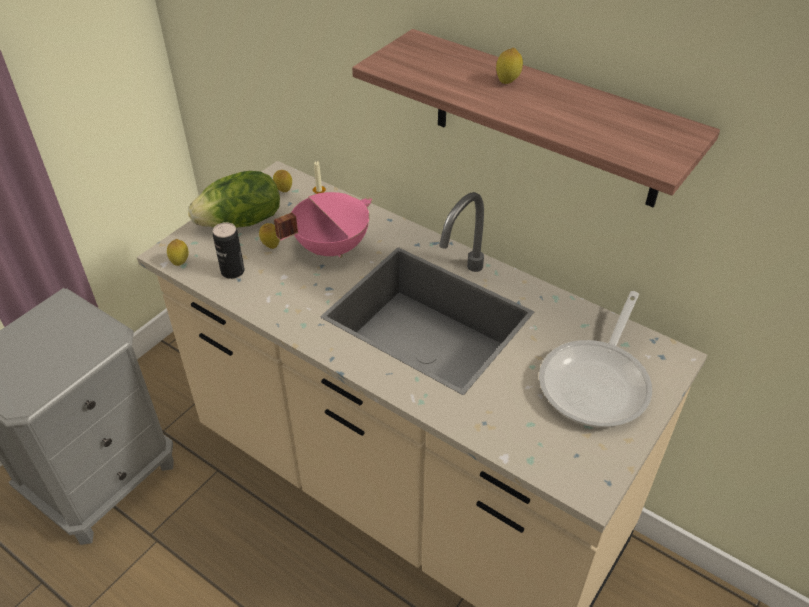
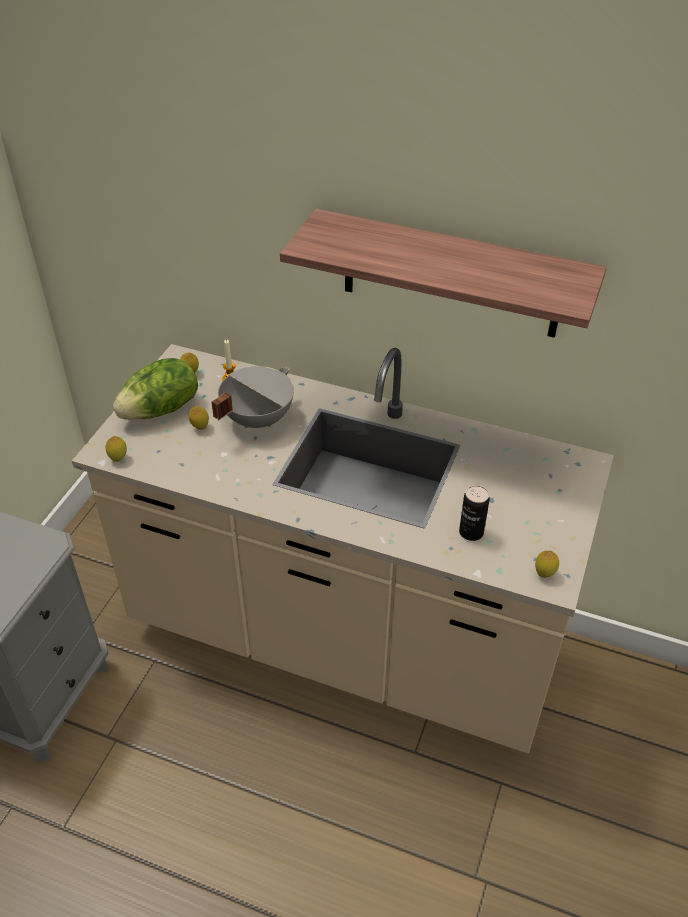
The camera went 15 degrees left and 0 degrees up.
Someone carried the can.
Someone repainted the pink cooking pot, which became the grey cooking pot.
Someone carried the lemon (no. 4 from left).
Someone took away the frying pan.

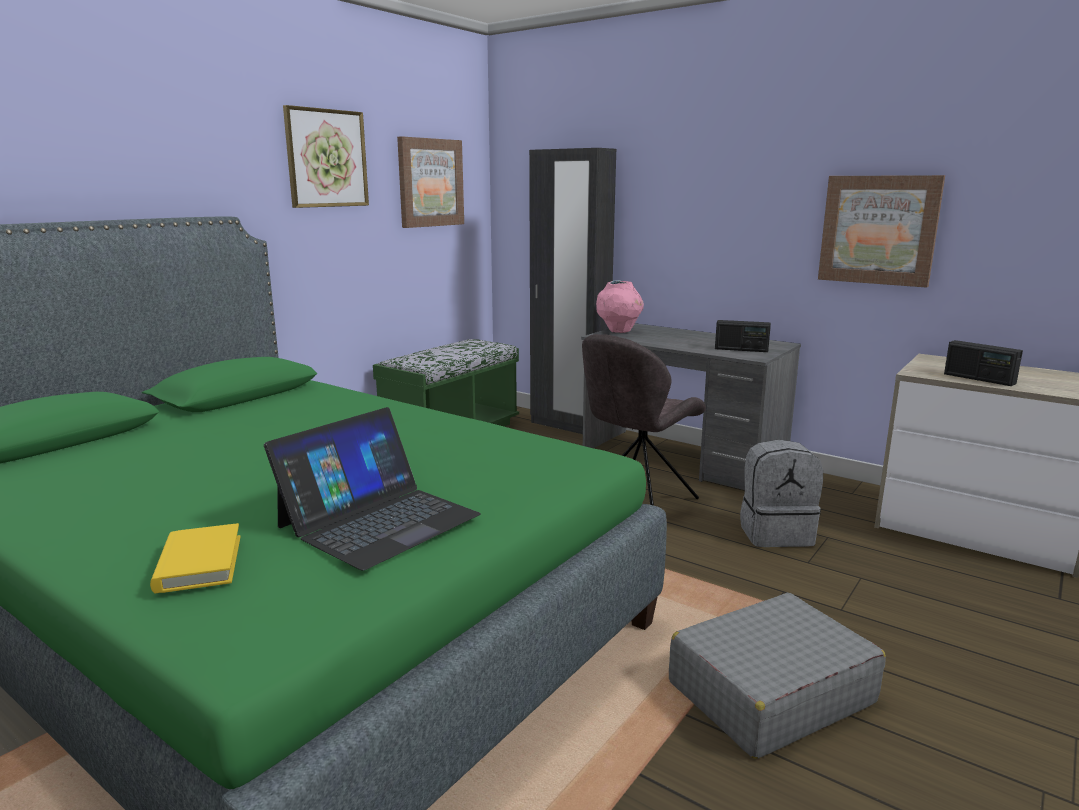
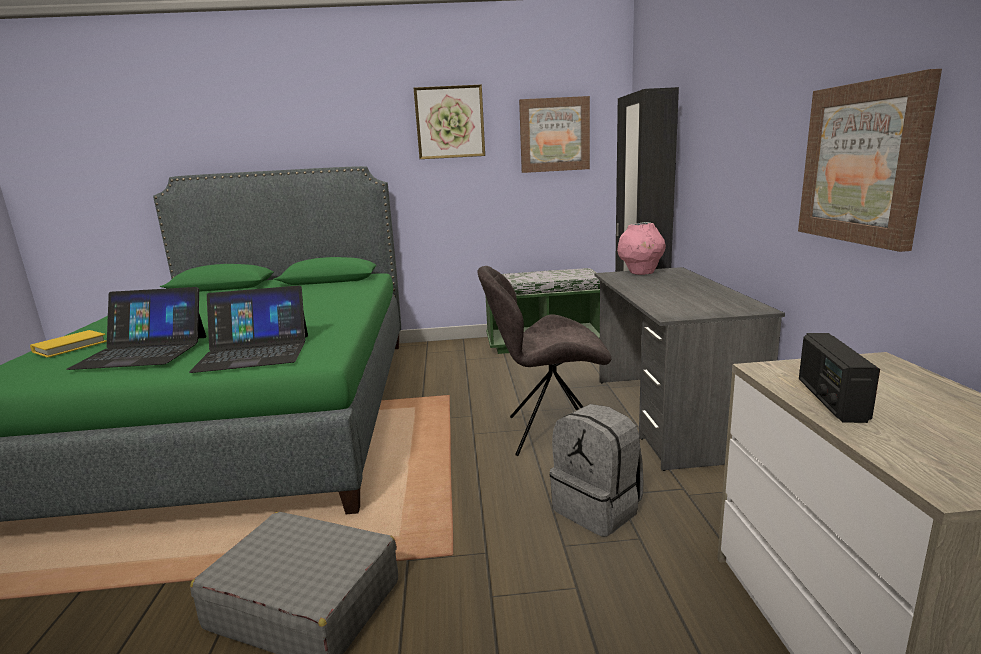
The camera went 50 degrees right and 0 degrees up.
Someone took away the radio (no. 1 from left).
Someone put down the laptop (no. 2 from left).

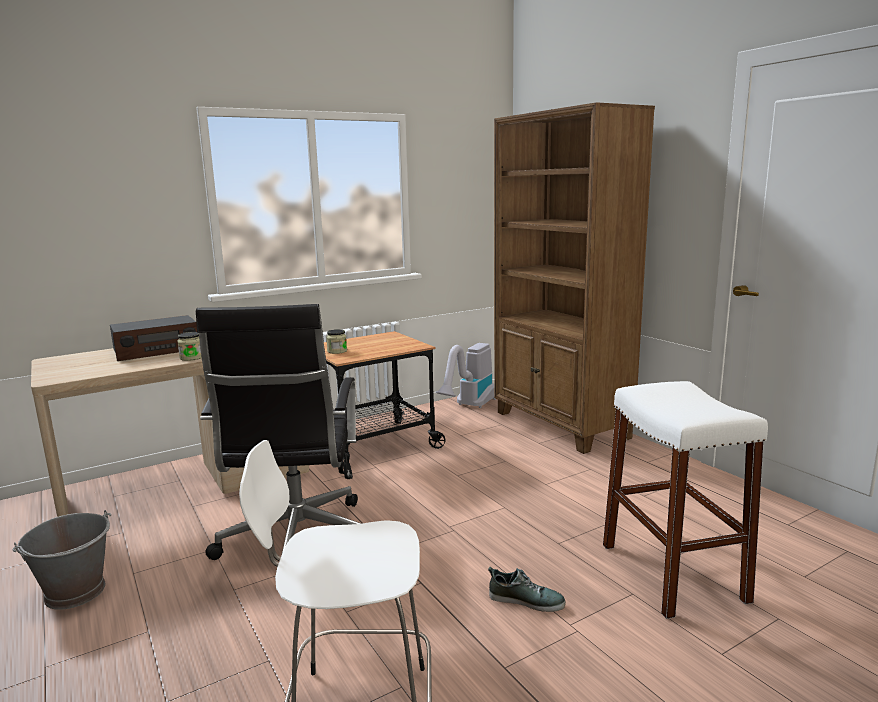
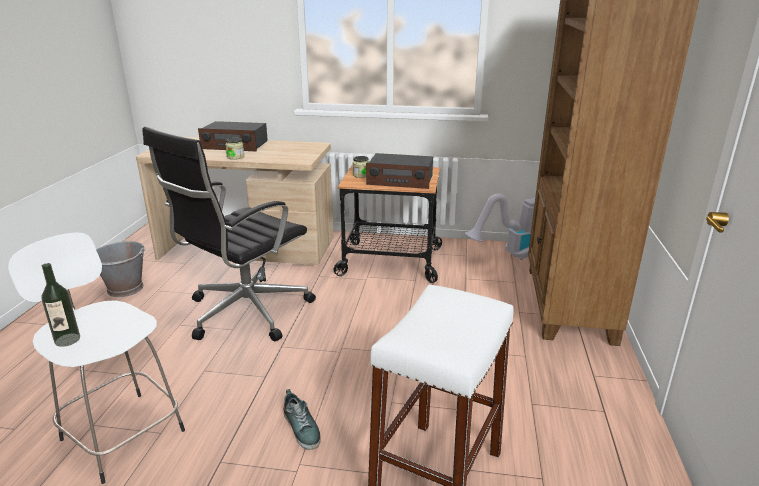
The camera went 40 degrees right and 10 degrees up.
Someone put down the bottle.
Someone put down the radio (no. 2 from left).

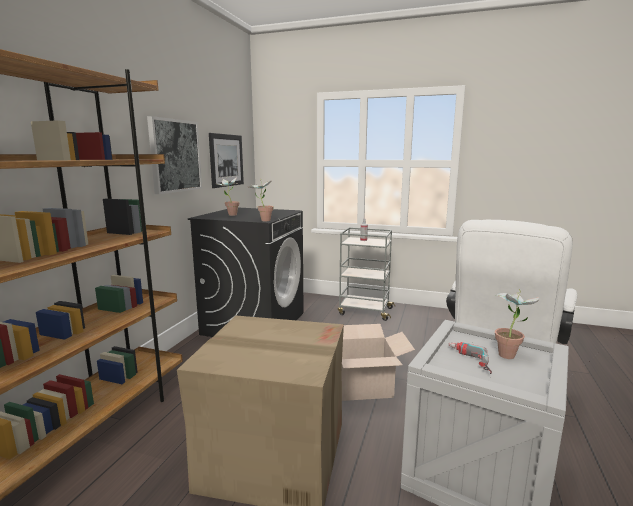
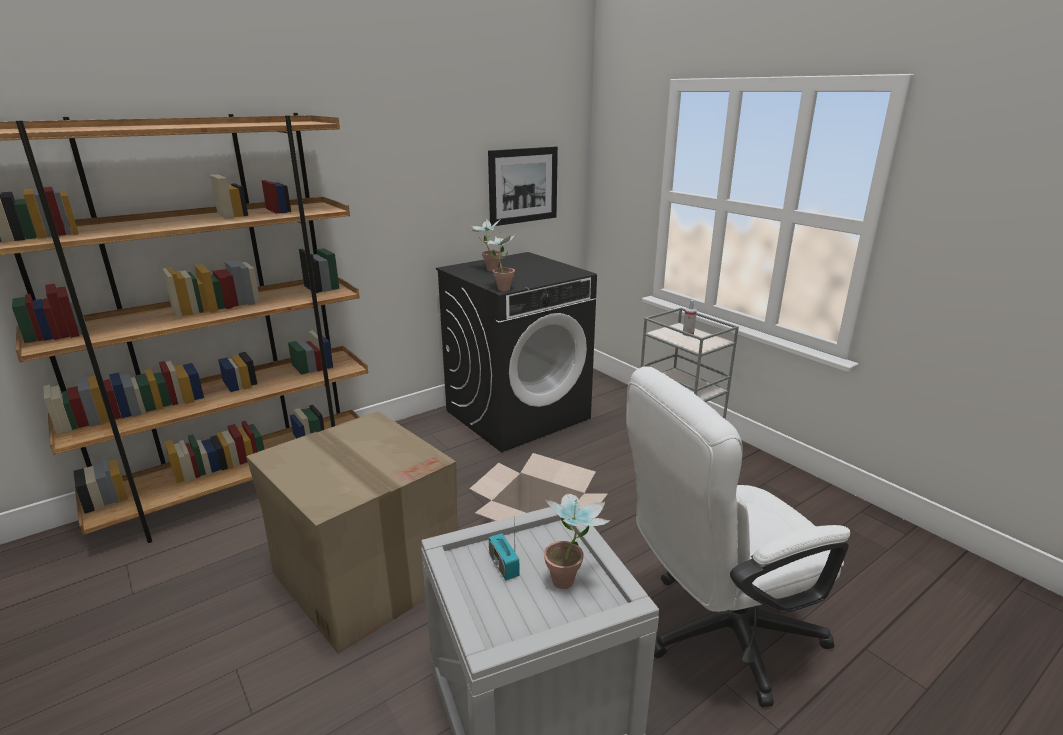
The camera went 35 degrees right and 10 degrees up.
Someone took away the picture (no. 1 from left).
Someone swapped the power drill for the radio.

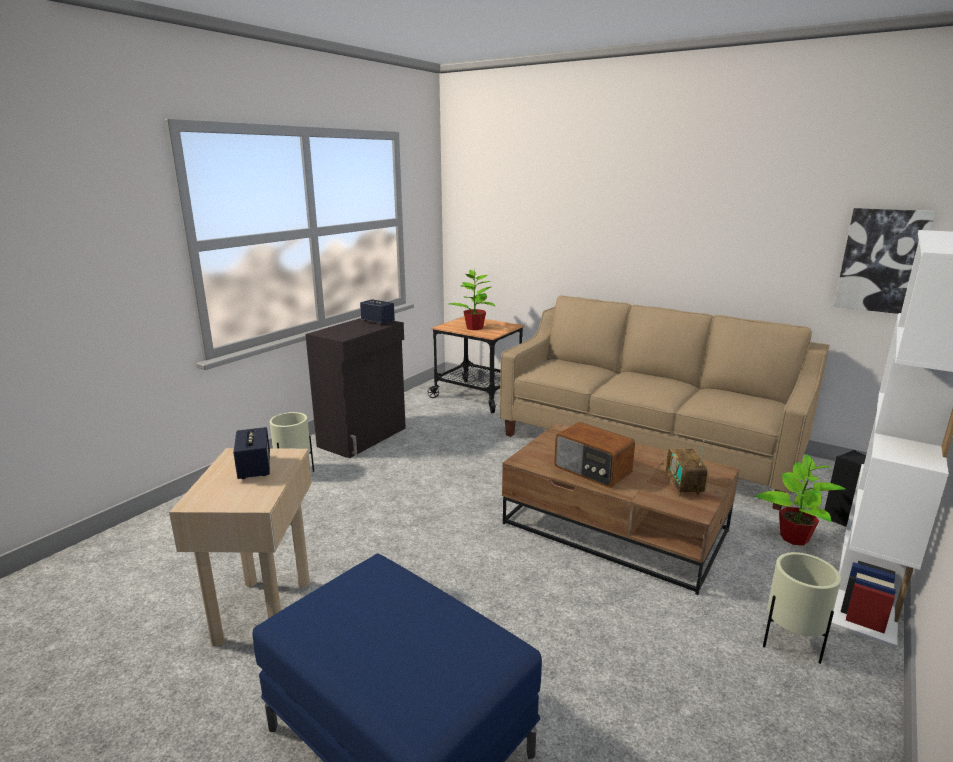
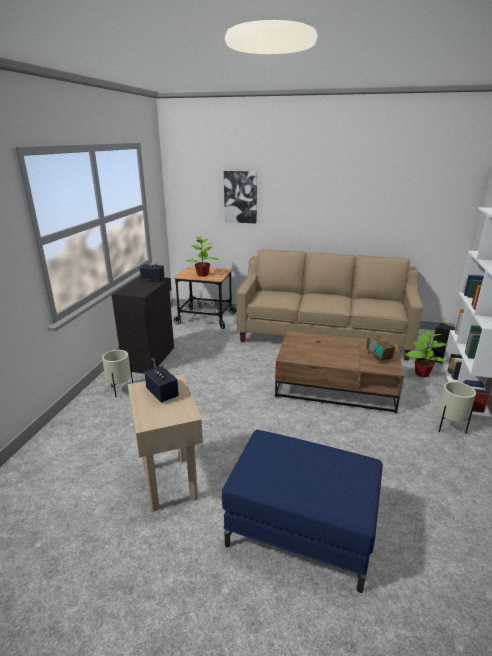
The camera went 20 degrees left and 5 degrees up.
Someone took away the radio (no. 1 from left).
Someone carried the picture.

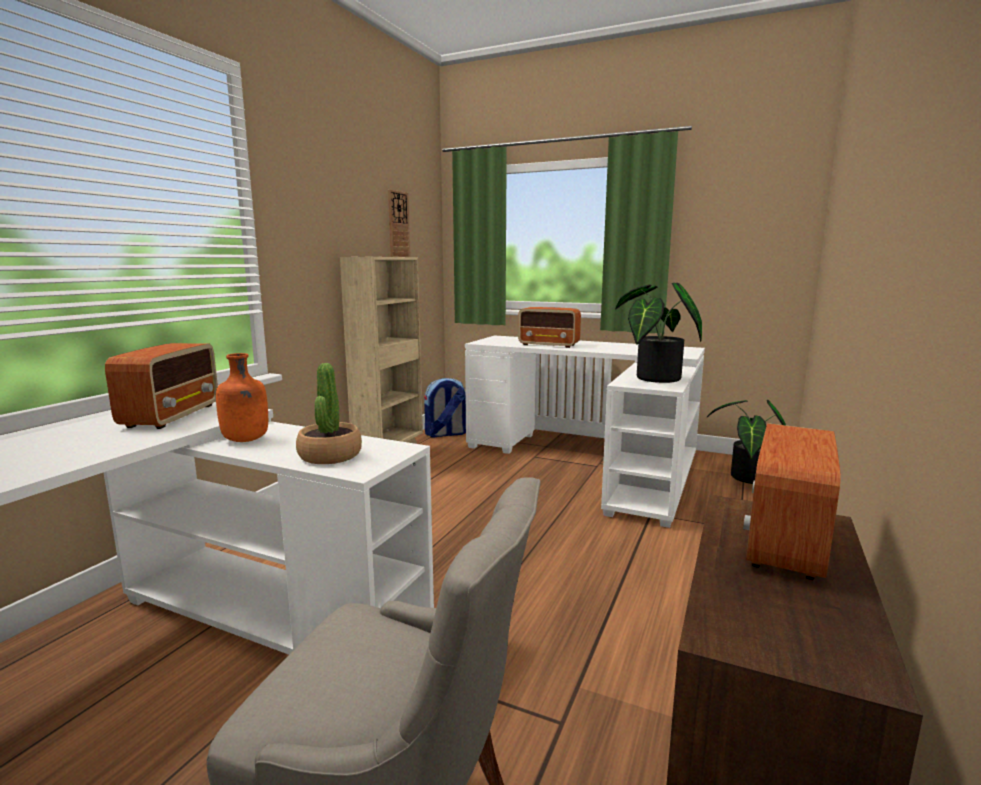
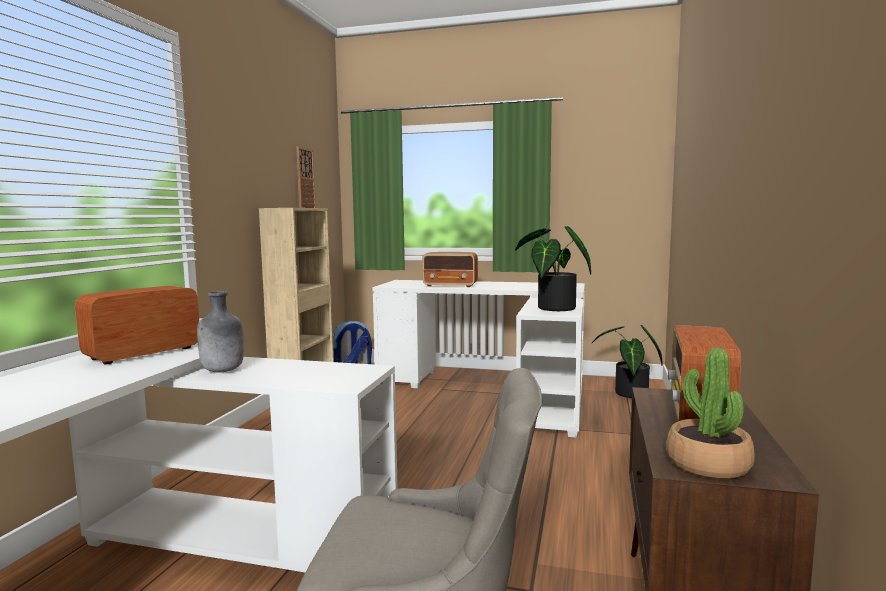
The camera went 10 degrees left and 5 degrees down.
Someone rotated the radio (no. 1 from left) by 135 degrees counterclockwise.
Someone repainted the orange bottle, which became the grey bottle.
Someone carried the potted plant (no. 1 from left in the first image).

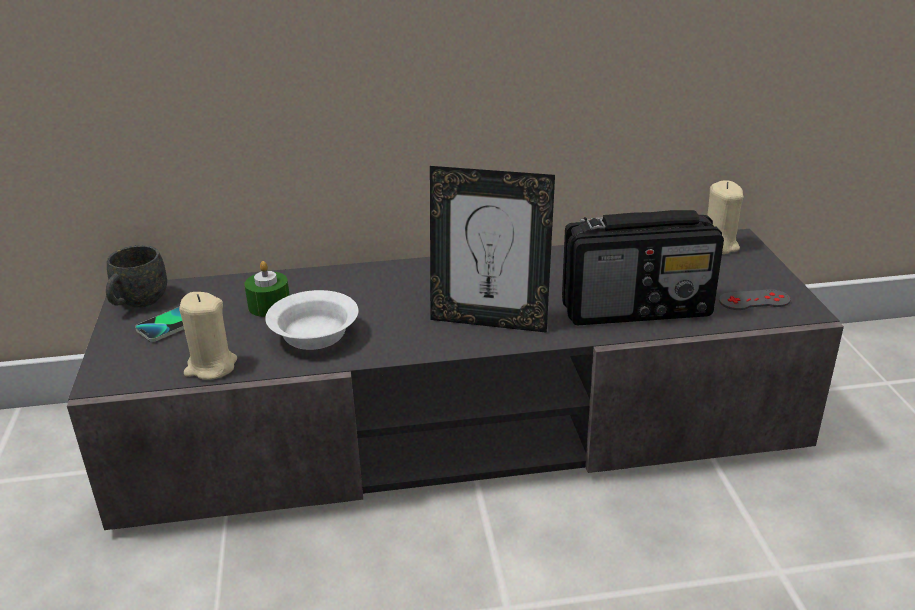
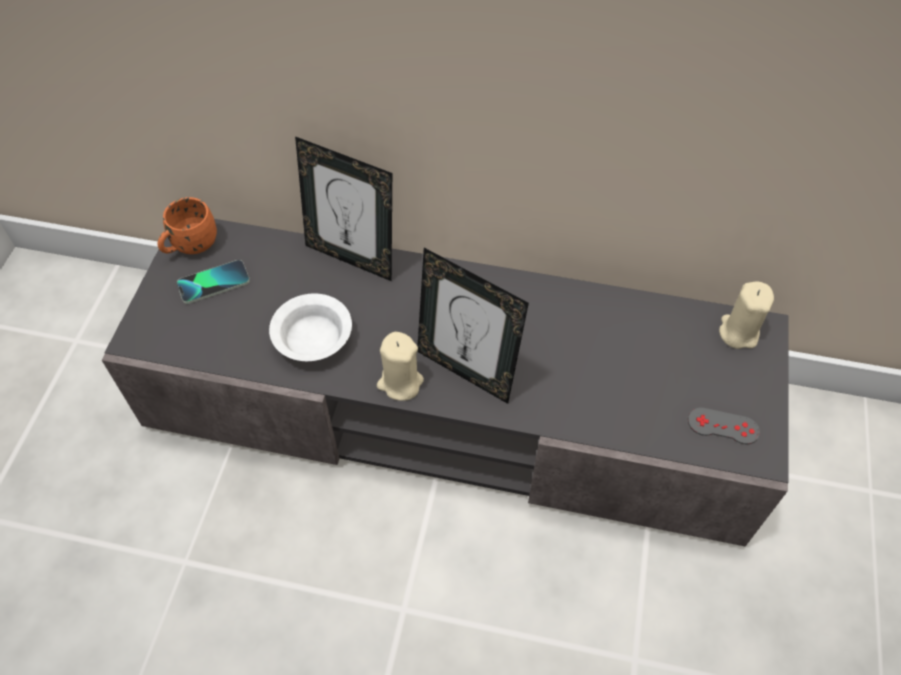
The camera went 20 degrees right and 25 degrees up.
Someone repainted the grey mug, which became the orange mug.
Someone carried the beige candle (no. 1 from left).
Someone took away the green candle.
Someone took away the radio.
Someone put down the picture frame (no. 1 from left).

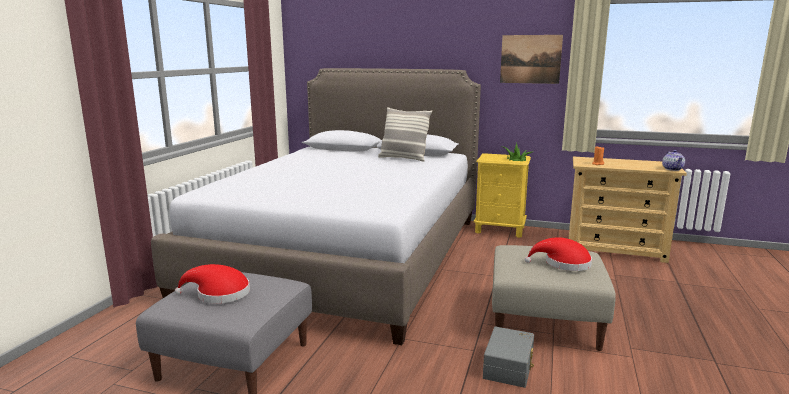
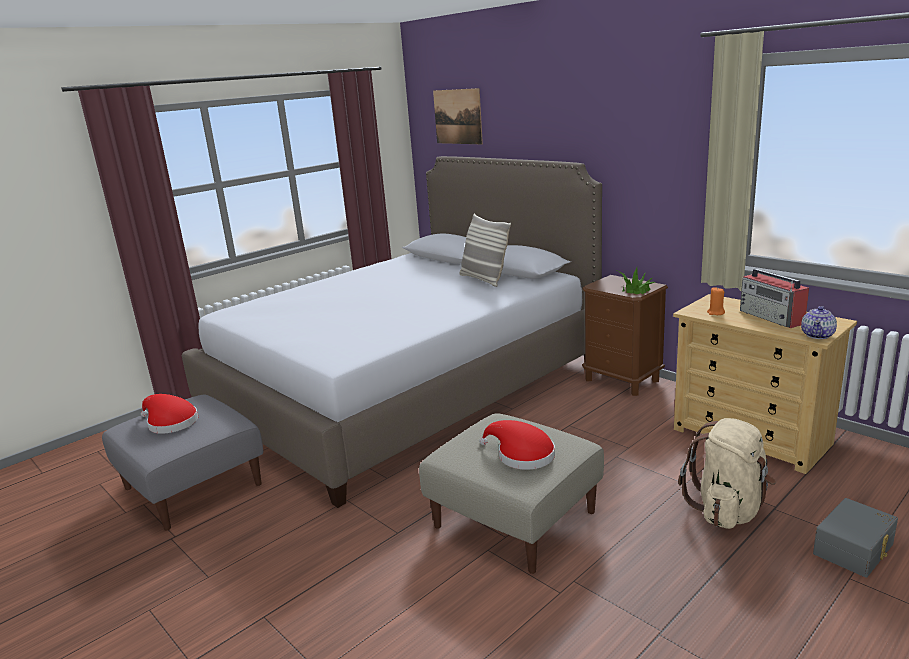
The camera went 30 degrees right and 5 degrees up.
Someone repainted the yellow nightstand, which became the brown nightstand.
Someone carried the grey storage box.
Someone carried the picture.
Someone put down the beige backpack.
Someone put down the radio.

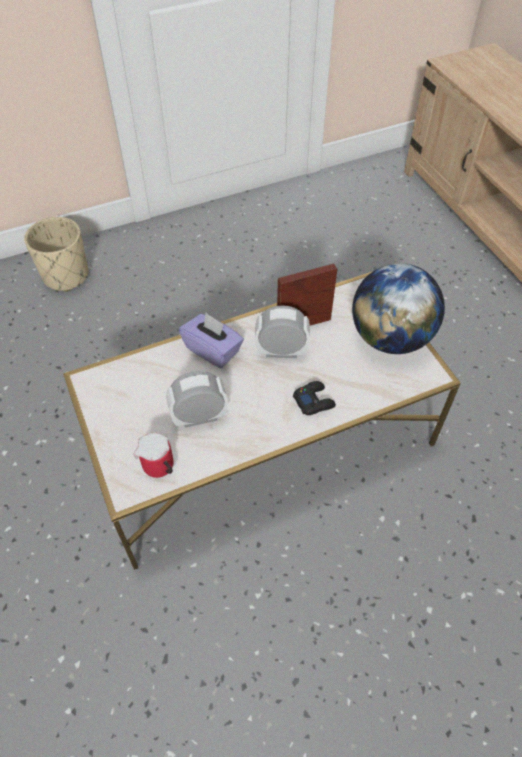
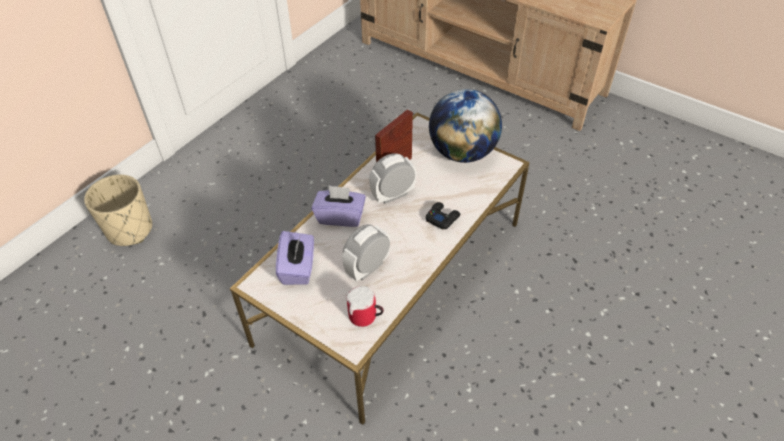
The camera went 30 degrees left and 5 degrees down.
Someone put down the purple tissue box (no. 1 from left).

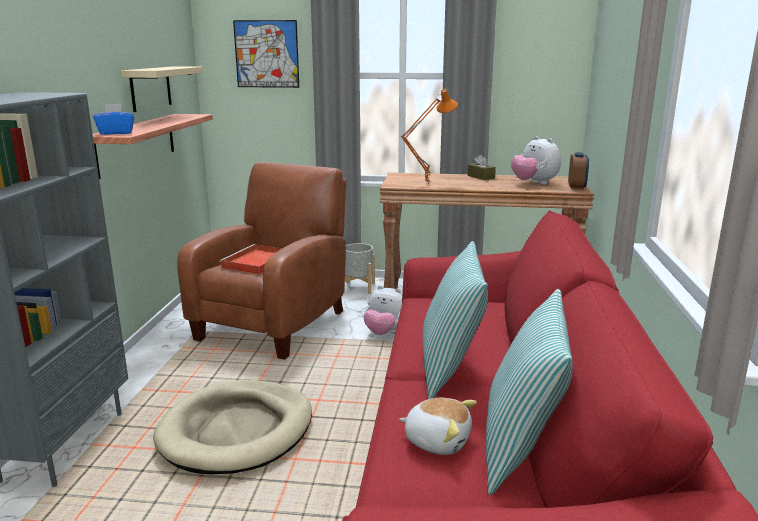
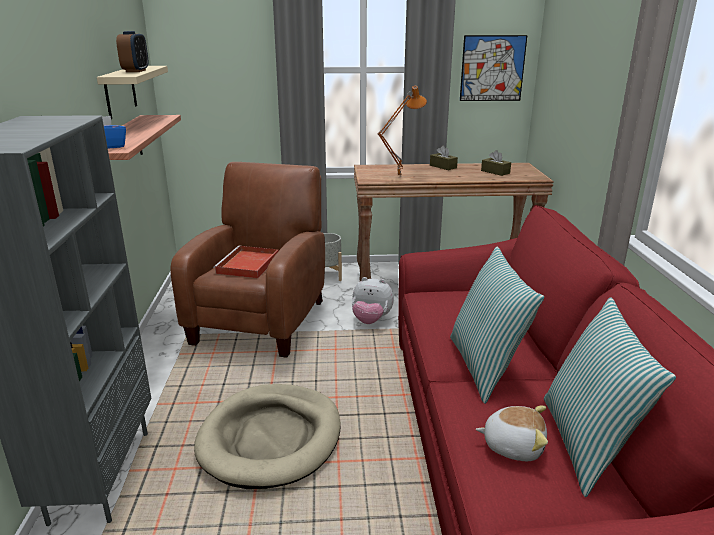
The camera went 10 degrees left and 5 degrees up.
Someone carried the picture.
Someone swapped the plush toy (no. 3 from left) for the brown tissue box (no. 2 from left).
Someone carried the alarm clock.

